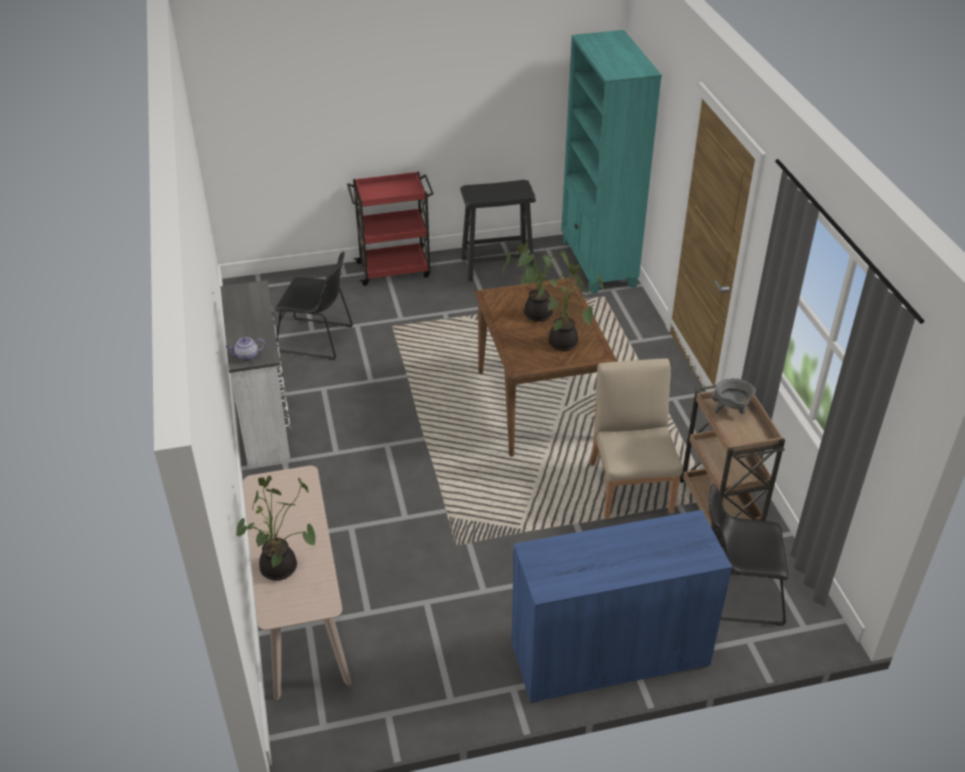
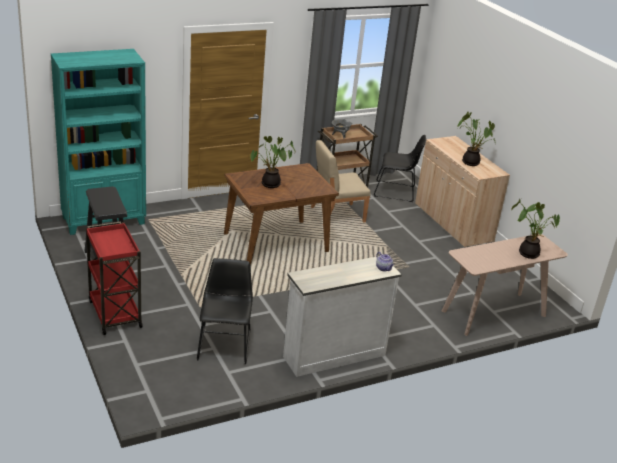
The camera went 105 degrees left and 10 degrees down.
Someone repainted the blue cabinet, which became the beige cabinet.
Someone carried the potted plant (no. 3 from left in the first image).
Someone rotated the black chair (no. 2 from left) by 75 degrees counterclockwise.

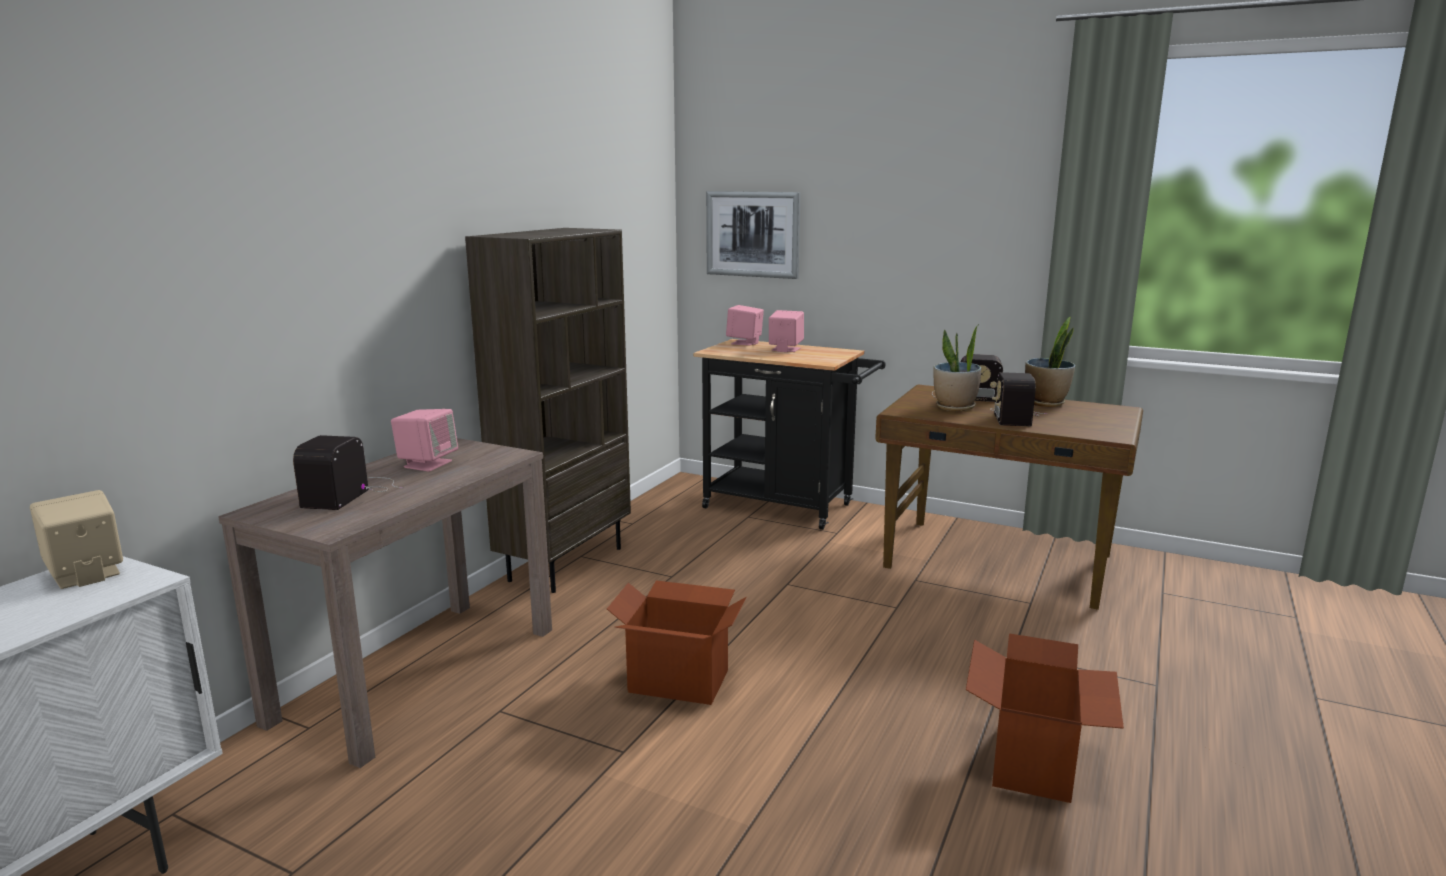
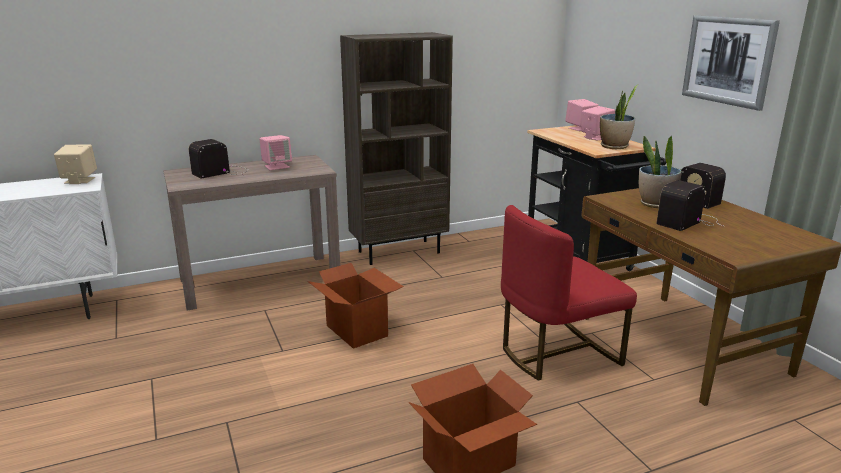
The camera went 40 degrees right and 5 degrees up.
Someone carried the picture.
Someone carried the potted plant (no. 2 from left in the first image).
Someone put down the red chair.

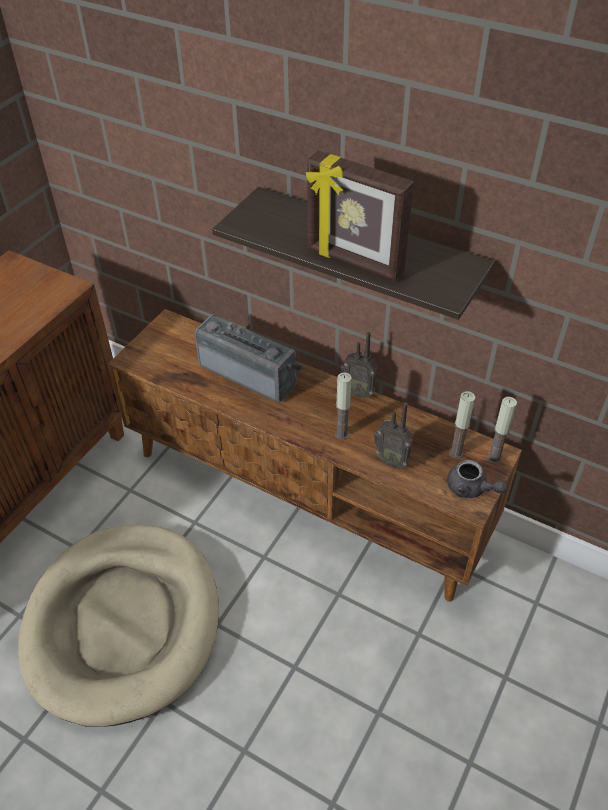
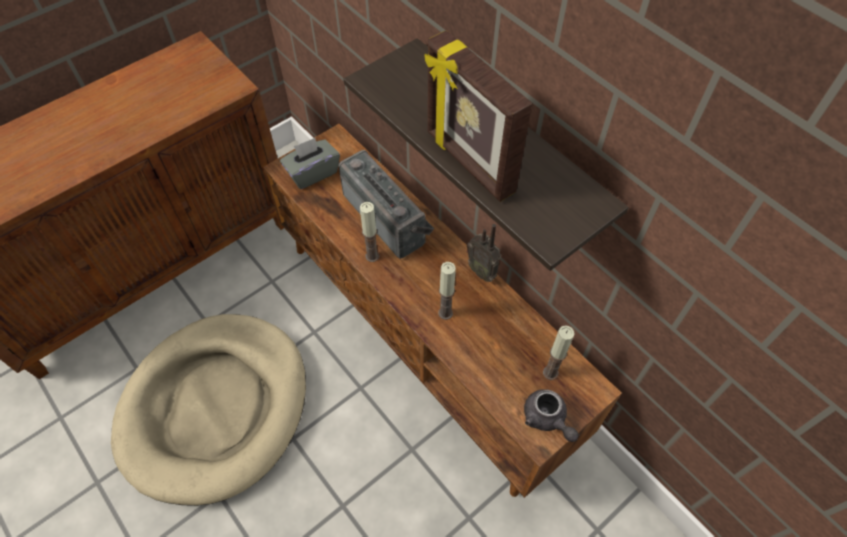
The camera went 20 degrees right and 10 degrees up.
Someone took away the radio (no. 3 from left).
Someone carried the candle (no. 3 from left in the first image).
Someone put down the grey tissue box.

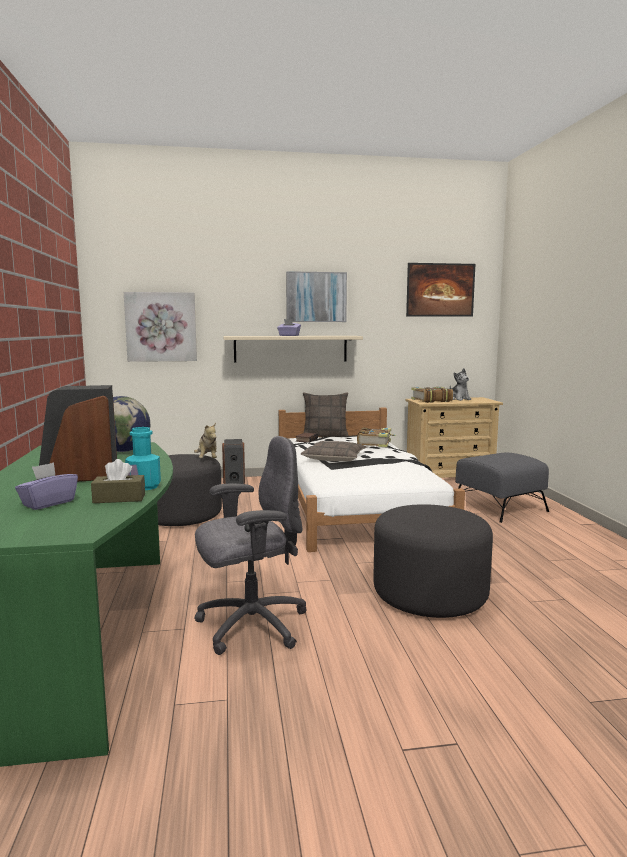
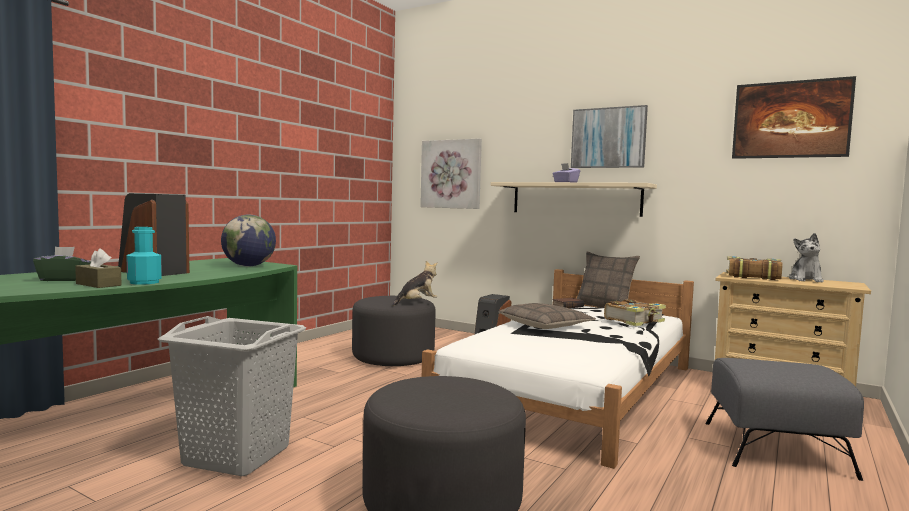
The camera went 40 degrees right and 5 degrees down.
Someone repainted the purple tissue box (no. 1 from left), which became the green tissue box.
Someone rotated the plush toy (no. 1 from left) by 150 degrees counterclockwise.
Someone swapped the grey office chair for the grey laundry basket.

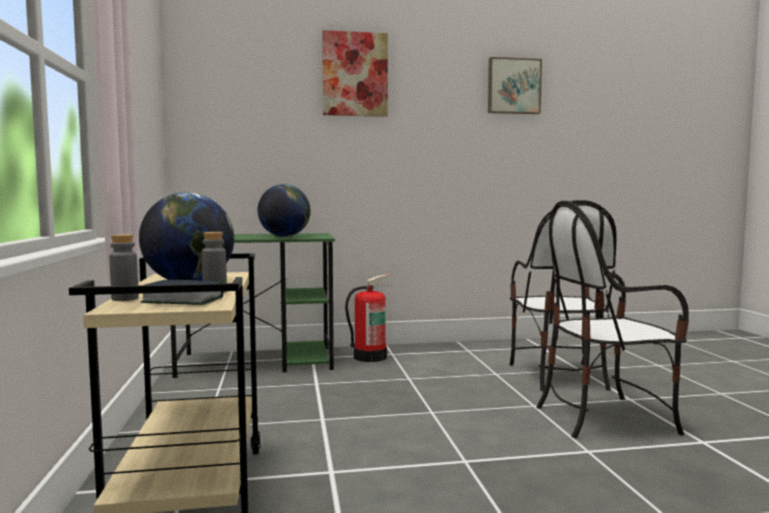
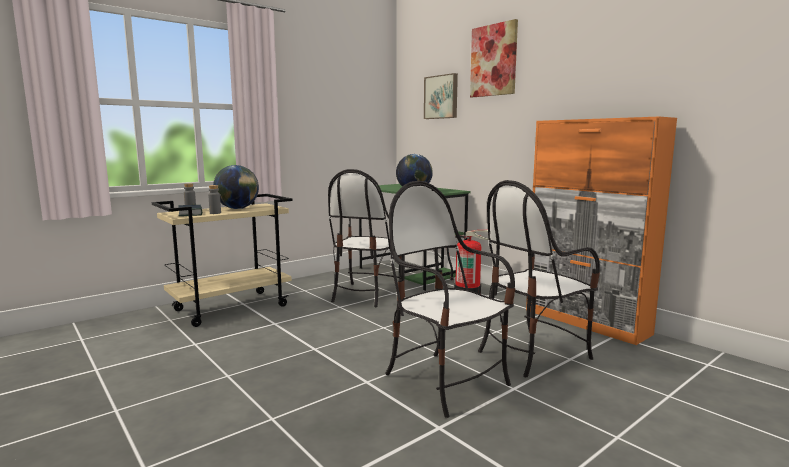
The camera went 60 degrees right and 5 degrees up.
Someone carried the picture (no. 2 from left in the first image).
Someone put down the chair (no. 1 from left).
Someone put down the orange cabinet.

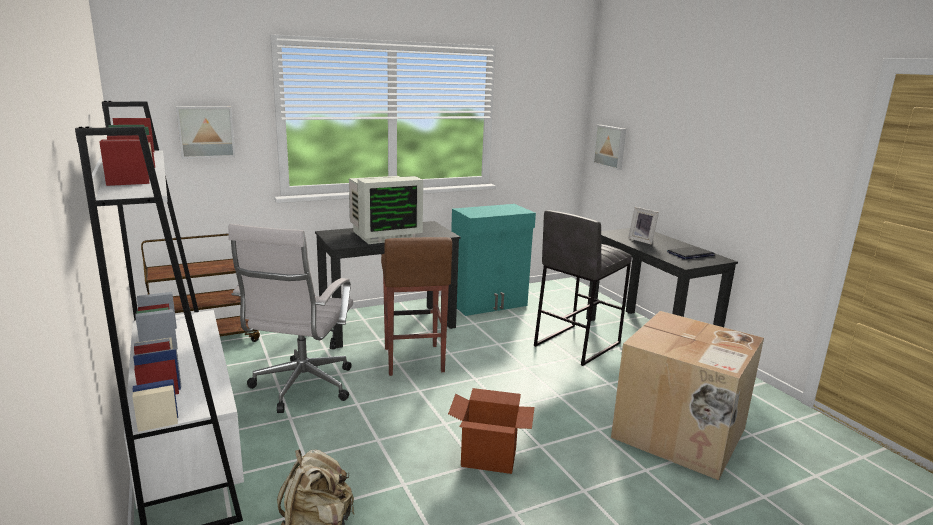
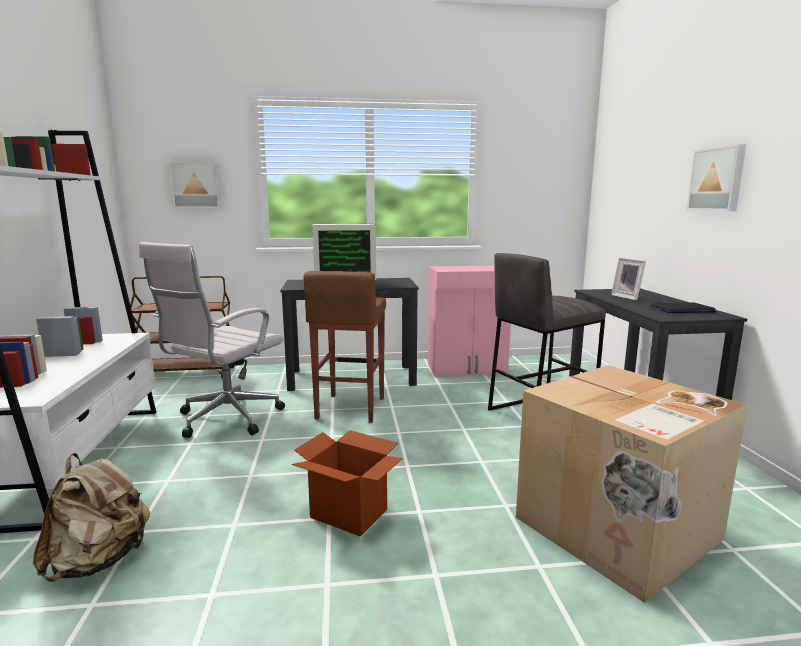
The camera went 20 degrees right and 5 degrees down.
Someone repainted the turquoise cabinet, which became the pink cabinet.
Someone carried the picture (no. 2 from left).

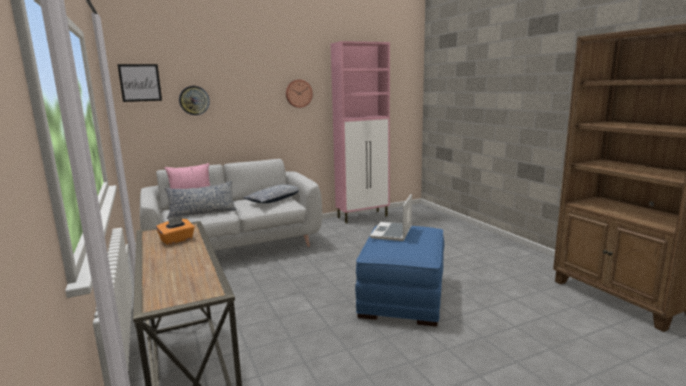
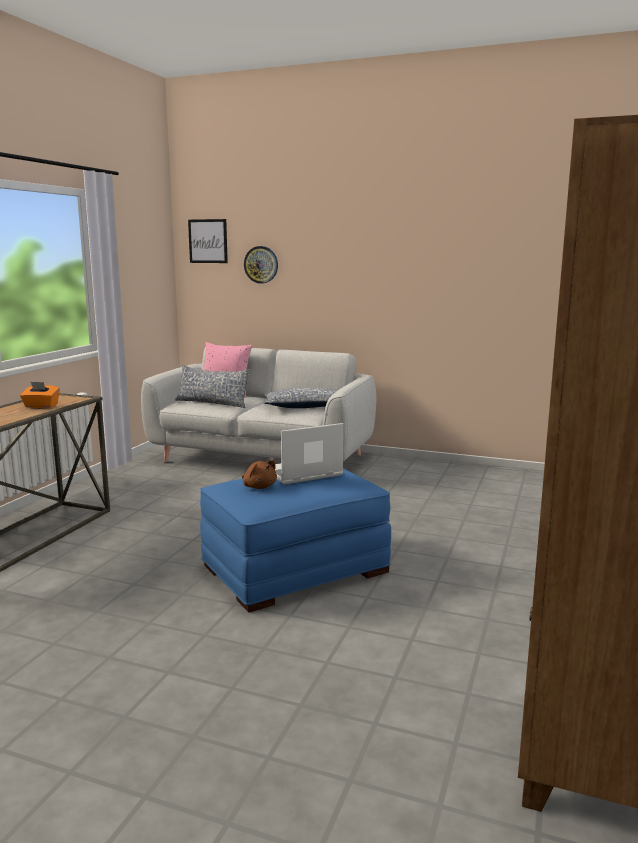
The camera went 45 degrees right and 0 degrees up.
Someone took away the wall clock (no. 2 from left).
Someone took away the pink cabinet.
Someone put down the brown plush toy.

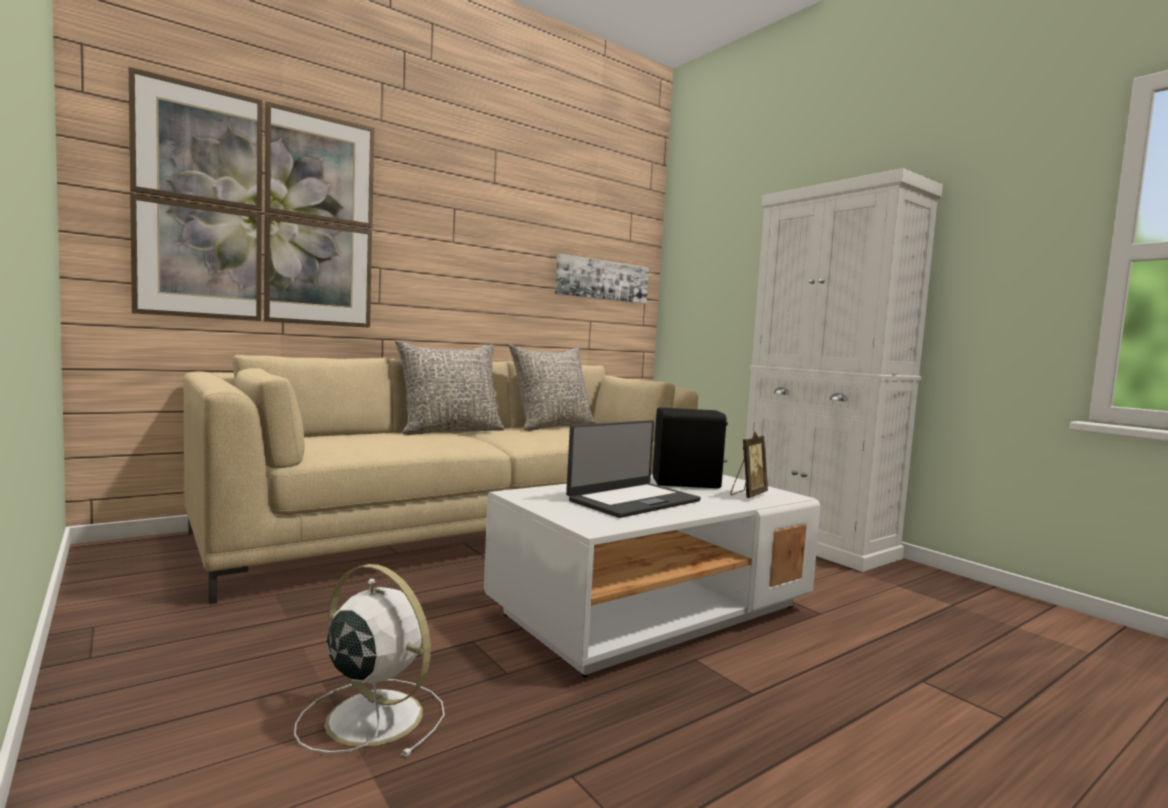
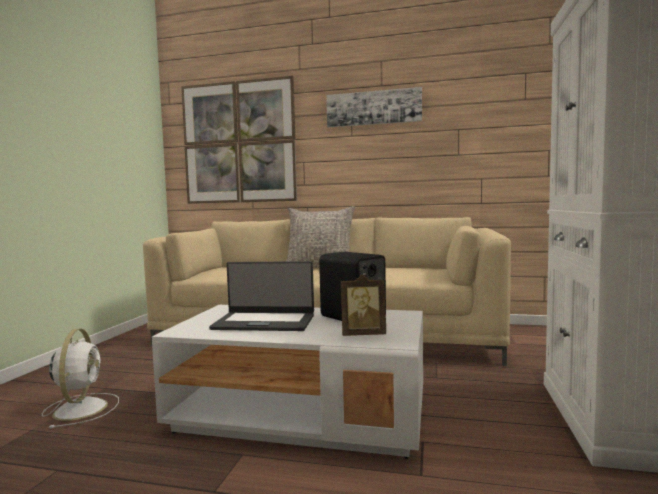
The camera went 50 degrees right and 0 degrees up.
Someone took away the grey pillow (no. 2 from left).
Someone carried the picture (no. 2 from left).

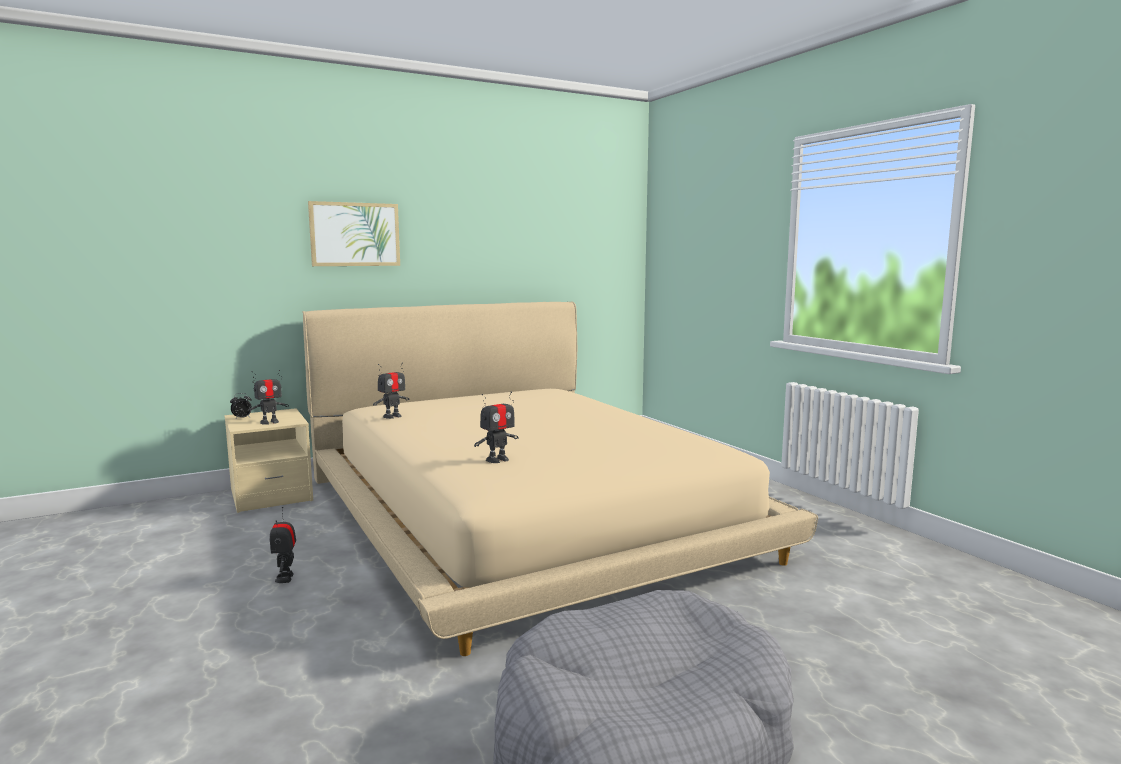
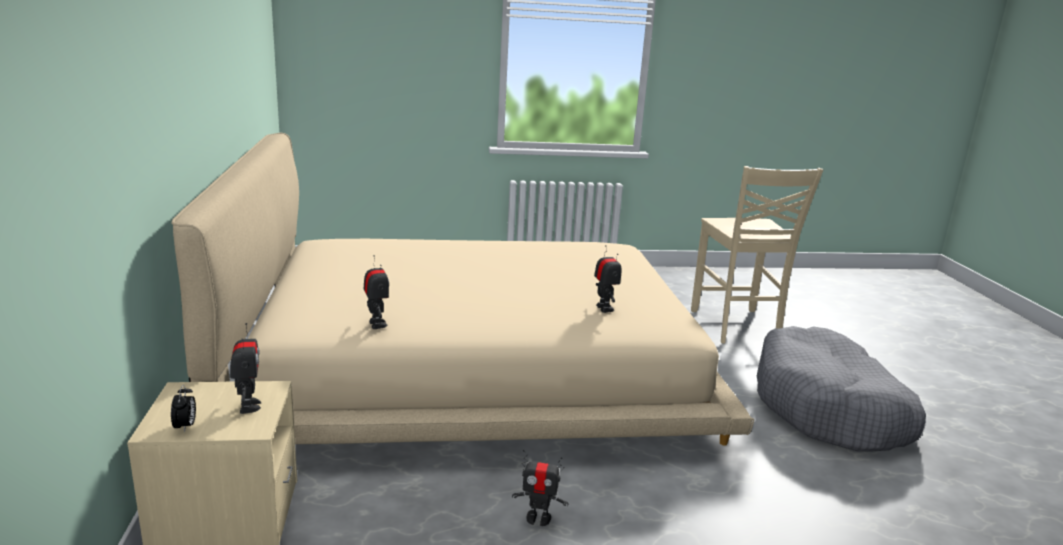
The camera went 70 degrees left and 10 degrees up.
Someone took away the picture.
Someone put down the beige chair.

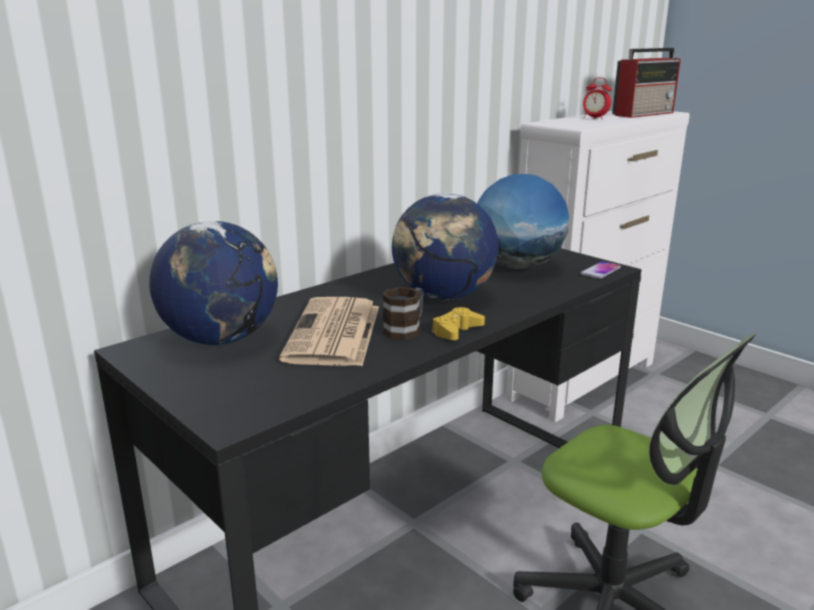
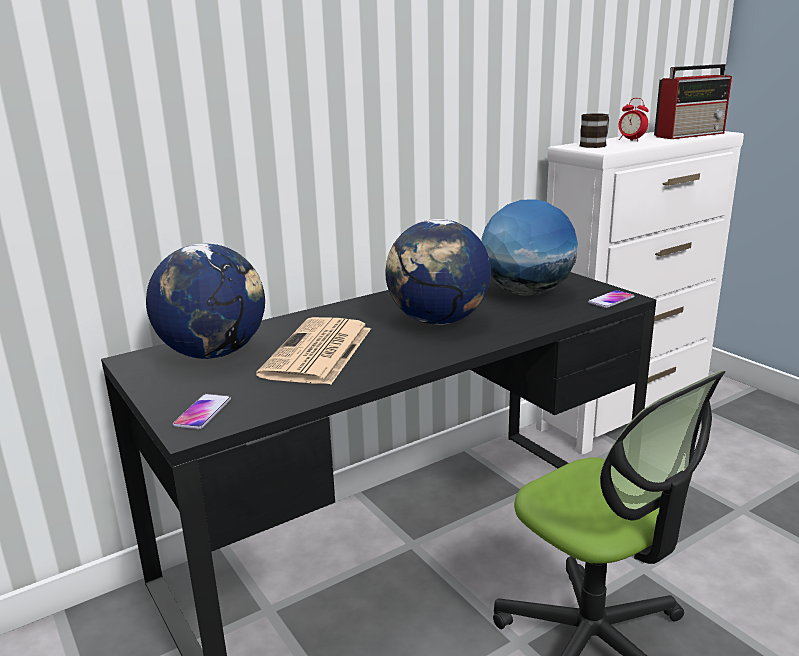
The camera went 10 degrees right and 0 degrees up.
Someone carried the mug.
Someone took away the yellow game controller.
Someone put down the phone (no. 1 from left).

